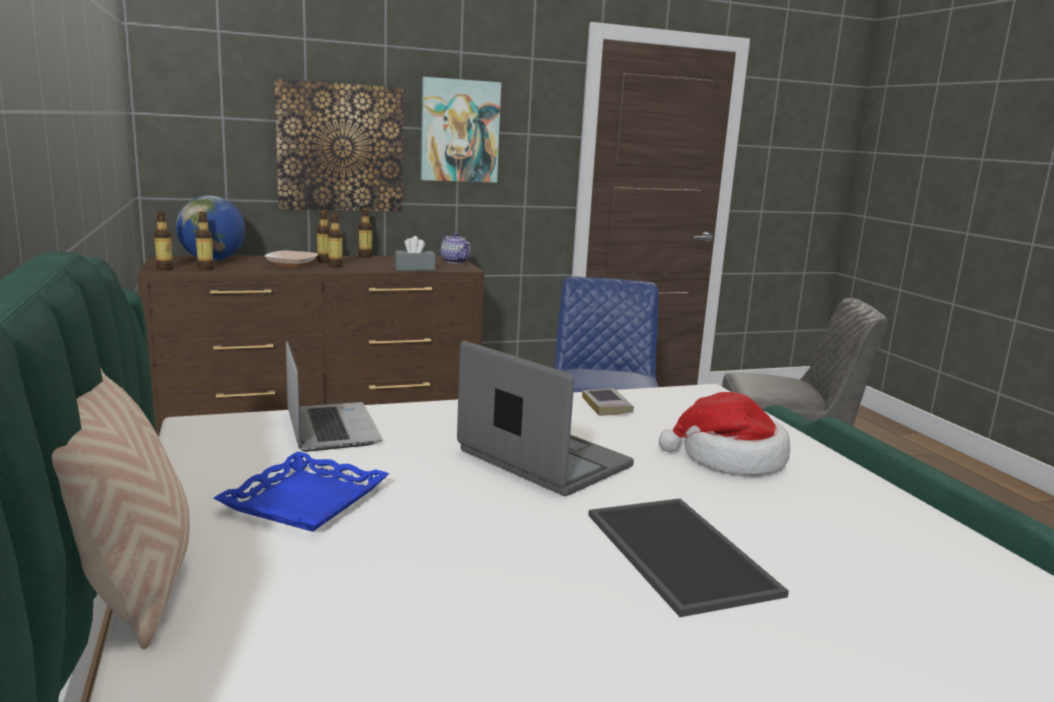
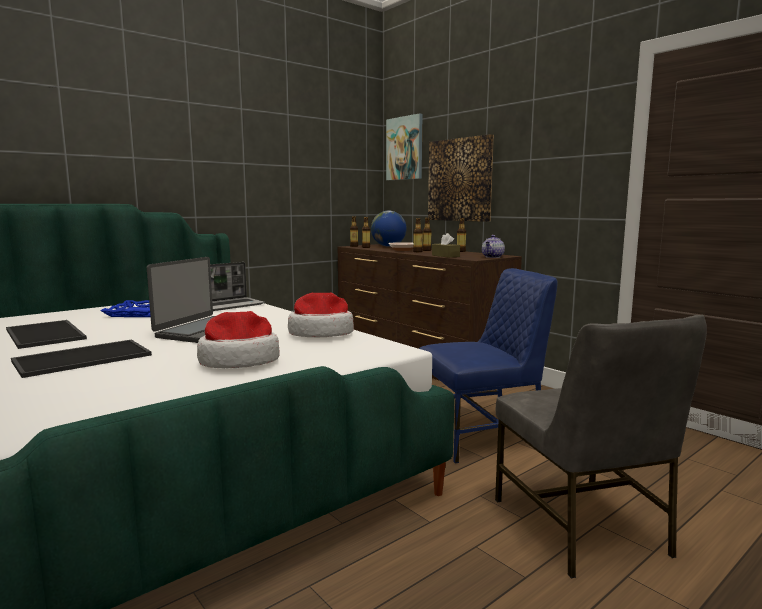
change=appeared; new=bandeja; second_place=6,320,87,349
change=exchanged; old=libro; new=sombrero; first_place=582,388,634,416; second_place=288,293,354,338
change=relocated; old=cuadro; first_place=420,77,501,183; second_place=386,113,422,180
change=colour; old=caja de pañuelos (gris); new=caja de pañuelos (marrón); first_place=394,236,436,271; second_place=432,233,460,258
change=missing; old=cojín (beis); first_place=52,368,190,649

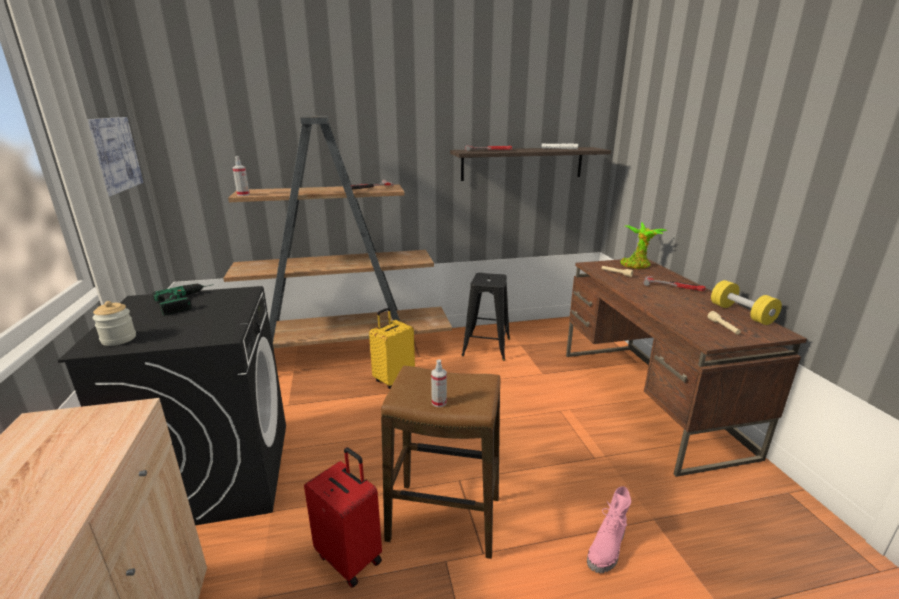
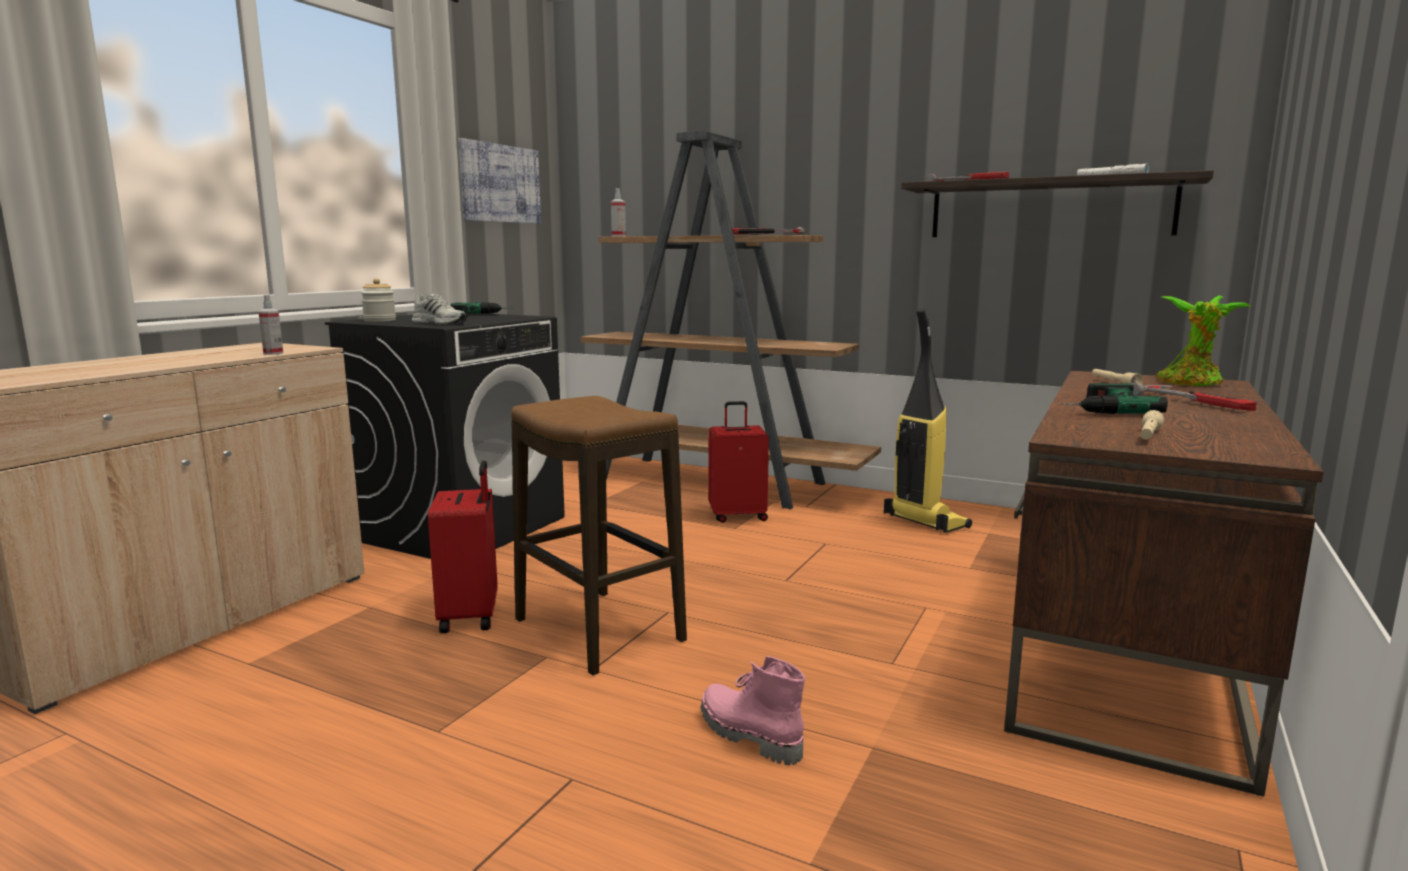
change=relocated; old=pulverizador; first_place=431,359,447,407; second_place=258,295,283,355
change=appeared; new=zapato (blanco); second_place=411,294,466,325
change=spun; old=bota (rosa); first_place=587,486,631,573; second_place=701,656,805,765; degrees=60
change=colour; old=maleta (amarillo); new=maleta (rojo); first_place=369,308,415,389; second_place=708,401,769,523
change=exchanged; old=taburete (negro); new=aspiradora; first_place=461,273,510,361; second_place=884,308,972,533
change=appeared; new=taladro; second_place=1061,383,1168,414
change=missing; old=mancuerna (amarillo); first_place=711,280,782,325

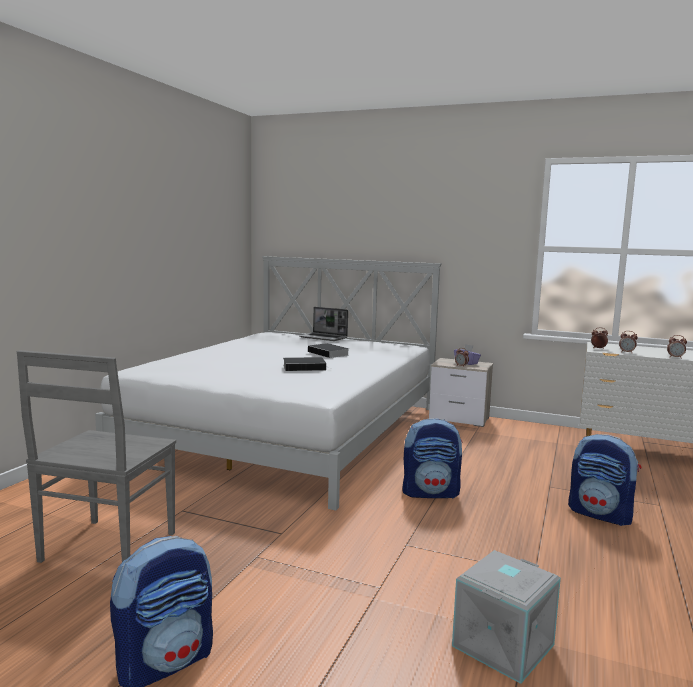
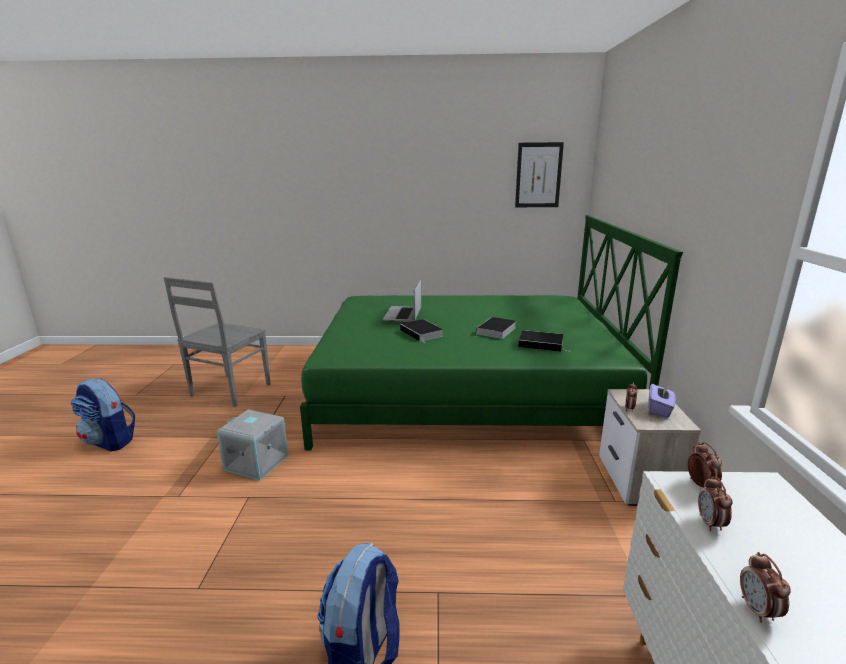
change=spun; old=silla (gris); first_place=17,350,176,563; second_place=164,277,271,407; degrees=-60
change=relocated; old=caja de almacenaje (gris); first_place=452,550,561,684; second_place=217,409,288,481
change=colour; old=cama (blanco); new=cama (verde); first_place=95,256,442,511; second_place=300,215,683,450
change=relocated; old=portátil; first_place=300,307,348,341; second_place=382,279,421,323
change=appeared; new=cuadro; second_place=515,142,564,207
change=appeared; new=libro; second_place=518,330,569,352
change=missing; old=mochila; first_place=402,418,463,498

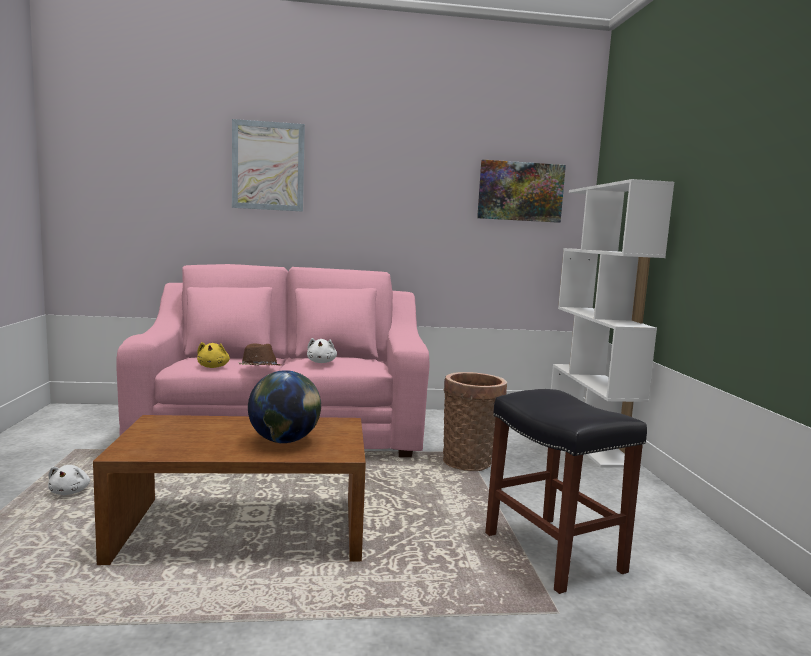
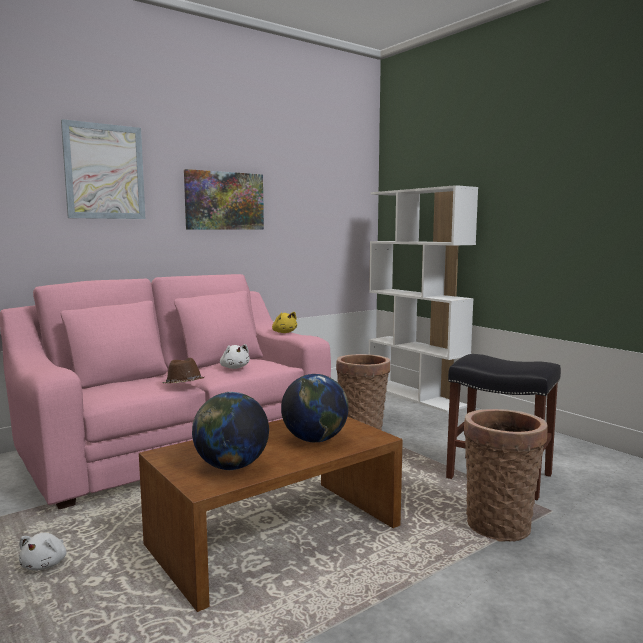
change=spun; old=peluche (blanco); first_place=48,465,90,495; second_place=19,533,66,571; degrees=45
change=relocated; old=cuadro; first_place=477,159,566,223; second_place=184,169,264,230
change=appeared; new=globo terráqueo; second_place=192,392,269,470
change=relocated; old=peluche (amarillo); first_place=197,342,230,368; second_place=272,312,297,333
change=appeared; new=cesta; second_place=464,409,548,542

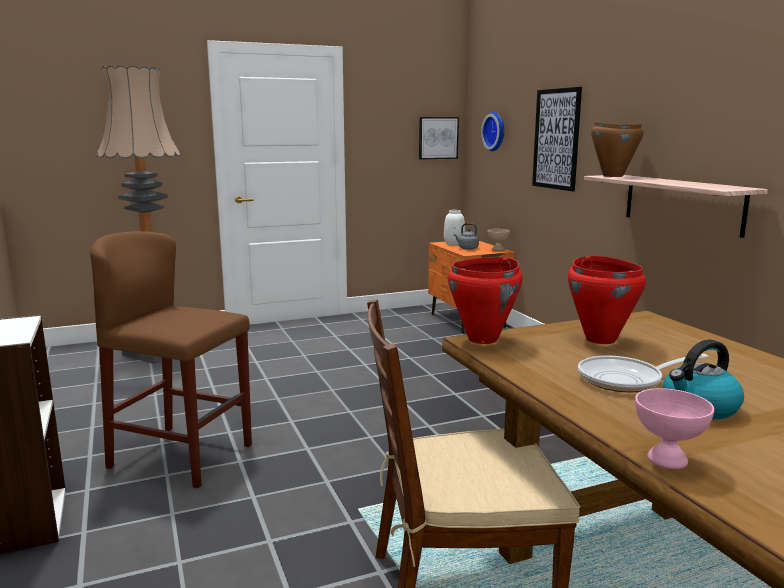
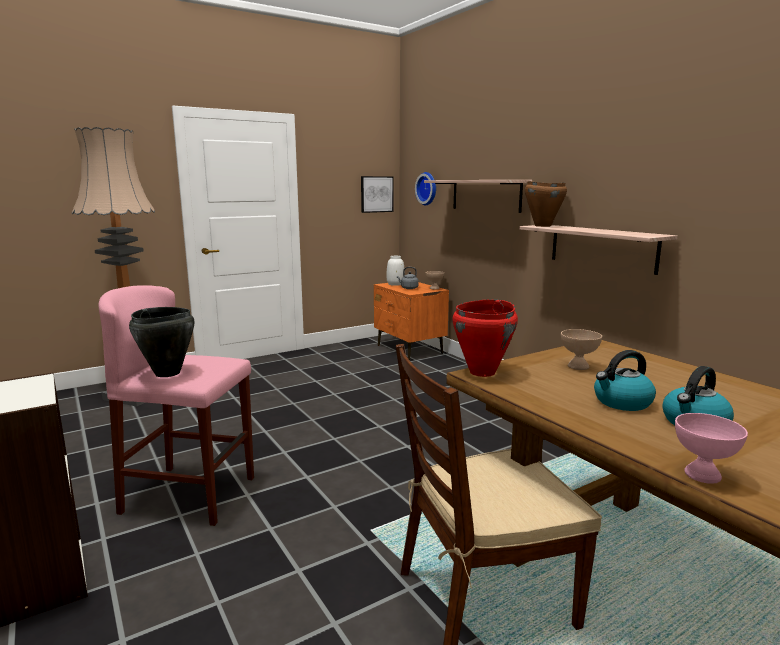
change=colour; old=taburete (marrón); new=taburete (rosa); first_place=90,231,252,489; second_place=99,285,254,526
change=appeared; new=olla (negro); second_place=129,307,195,377
change=exchanged; old=cuadro; new=estante; first_place=532,87,582,191; second_place=424,180,532,213
change=exchanged; old=olla (rojo); new=cuenco (beis); first_place=568,256,646,344; second_place=561,329,602,370
change=exchanged; old=sartén; new=hervidor; first_place=578,354,708,392; second_place=594,350,656,411

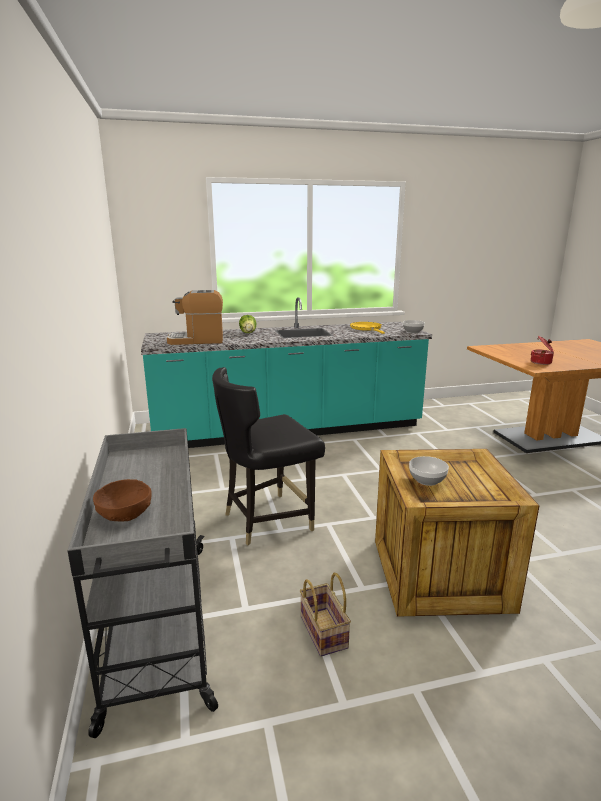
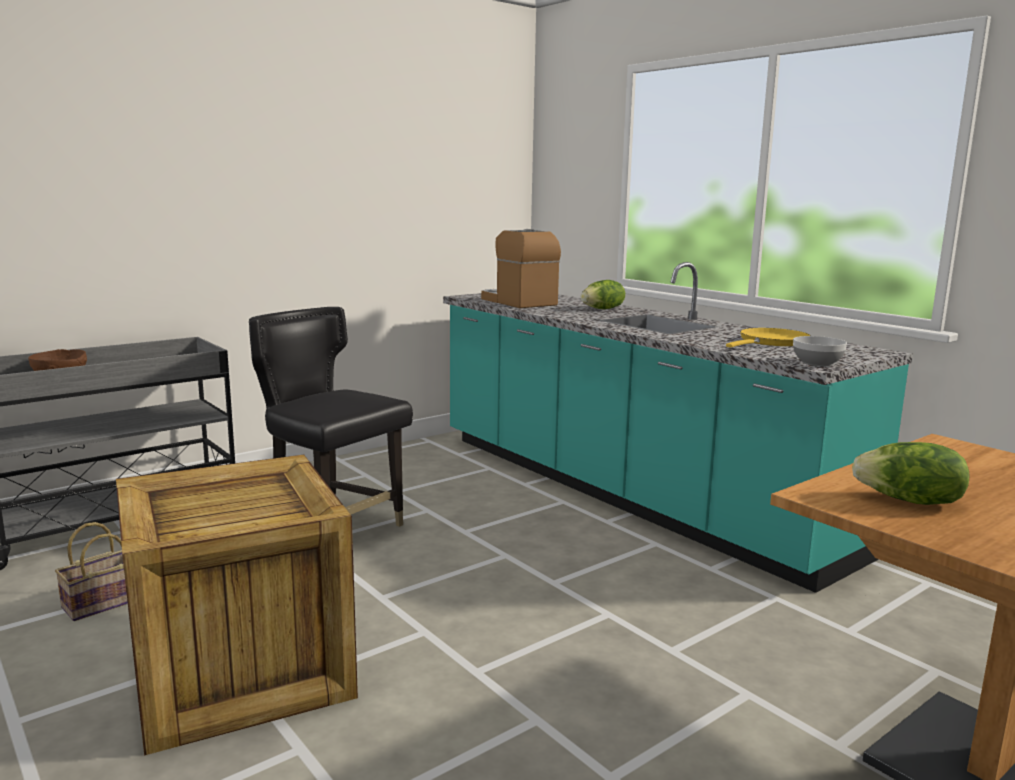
change=exchanged; old=olla; new=lechuga; first_place=531,336,554,365; second_place=852,442,969,505
change=missing; old=cuenco; first_place=409,456,449,486

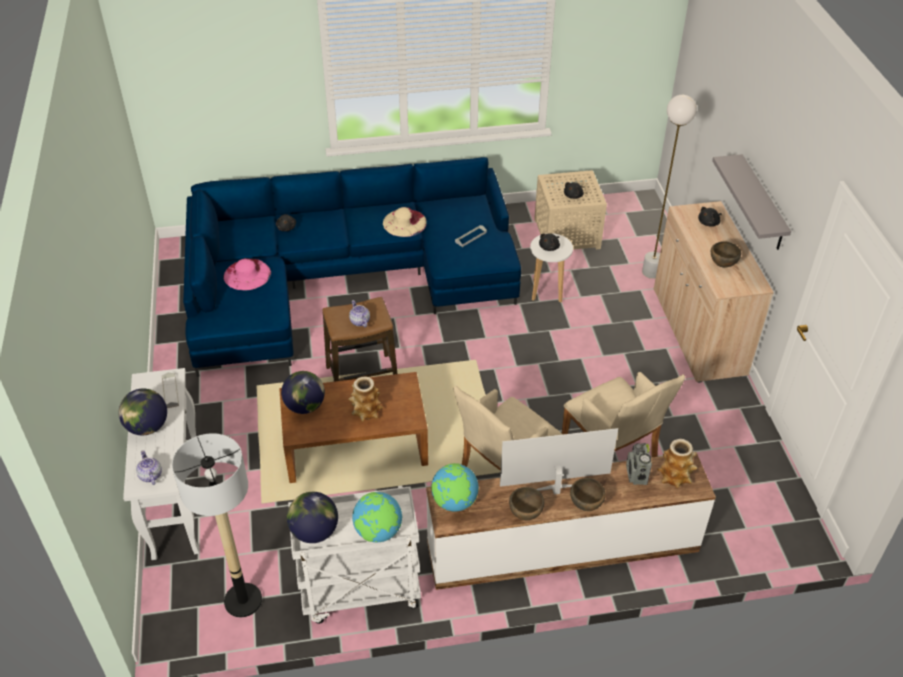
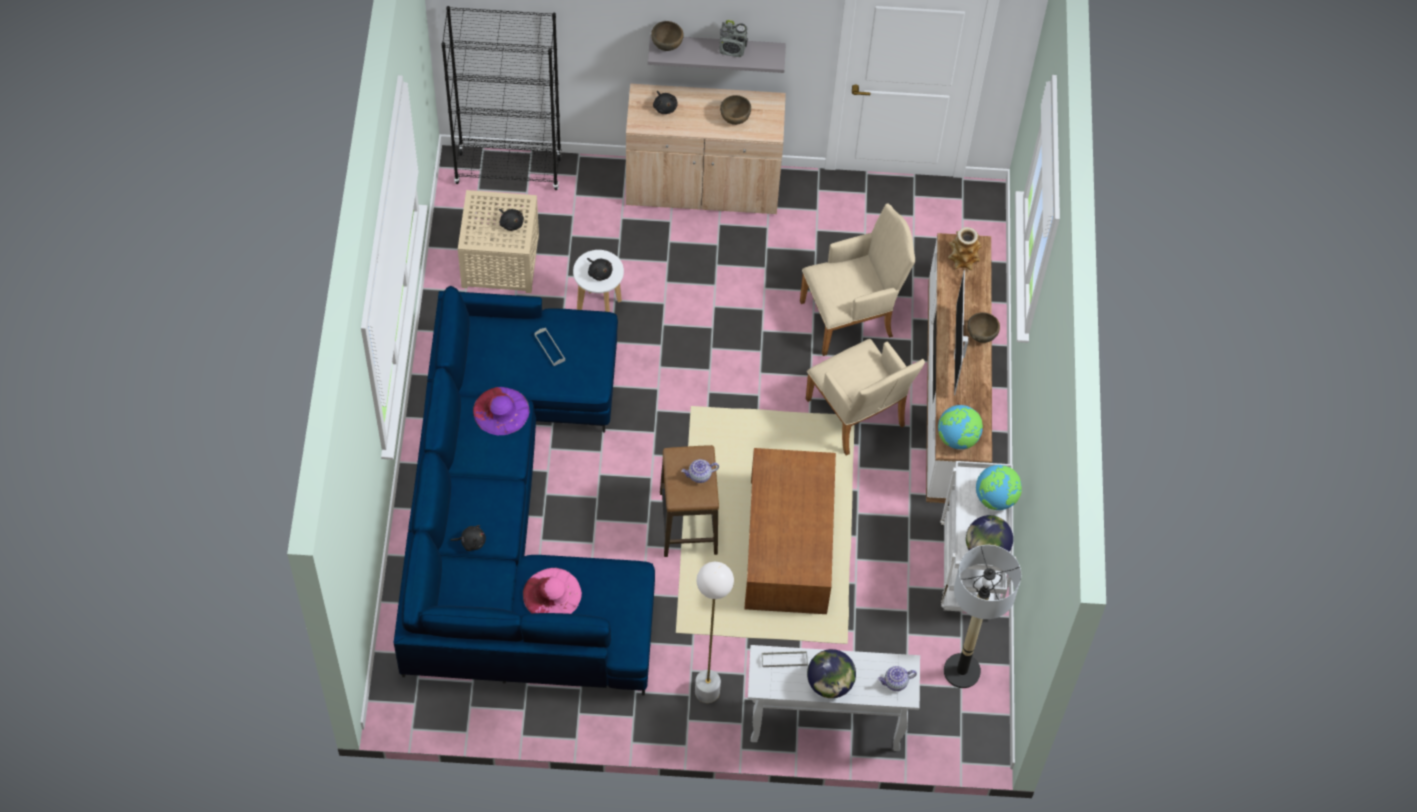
change=appeared; new=estantería (negro); second_place=441,6,562,190
change=colour; old=sombrero (beis); new=sombrero (morado); first_place=383,207,427,237; second_place=473,387,529,436
change=relocated; old=cuenco (marrón); first_place=509,487,544,520; second_place=651,21,684,51
change=relocated; old=lámpara de pie (blanco); first_place=642,95,697,279; second_place=695,562,734,703
change=relocated; old=radio; first_place=626,443,652,485; second_place=719,20,748,57
change=missing; old=globo terráqueo; first_place=281,371,325,414
change=missing; old=florero; first_place=348,377,383,422

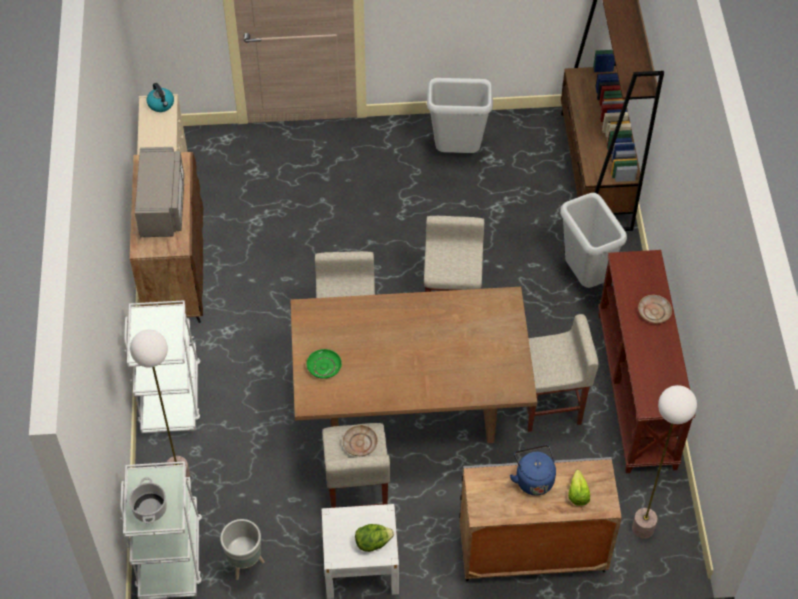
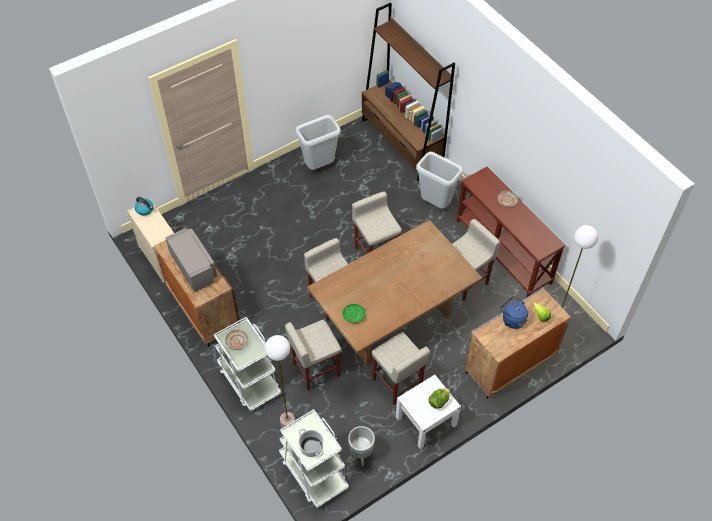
change=relocated; old=plato (beis); first_place=343,425,378,456; second_place=225,330,248,350
change=appeared; new=taburete (beis); second_place=285,320,342,391

